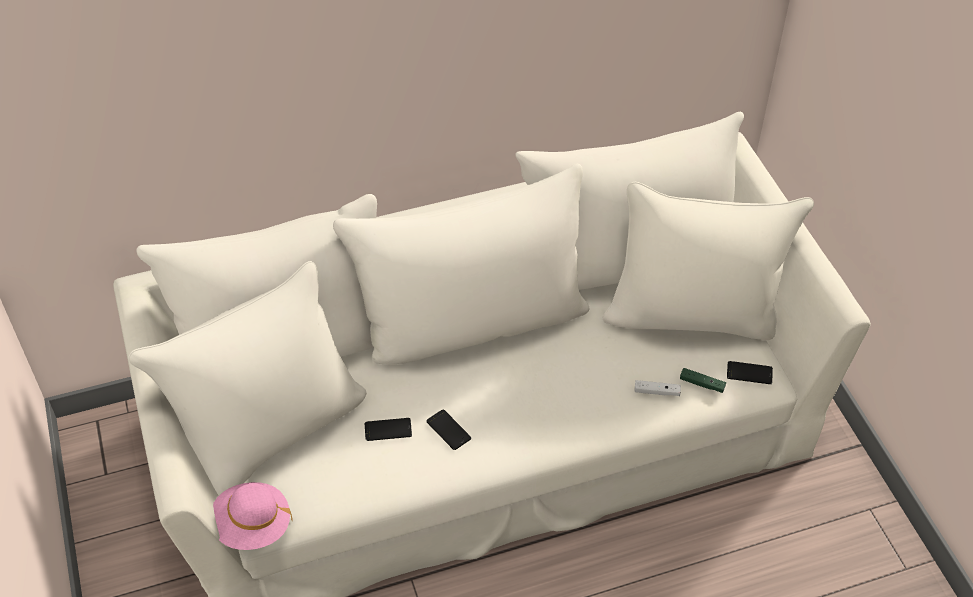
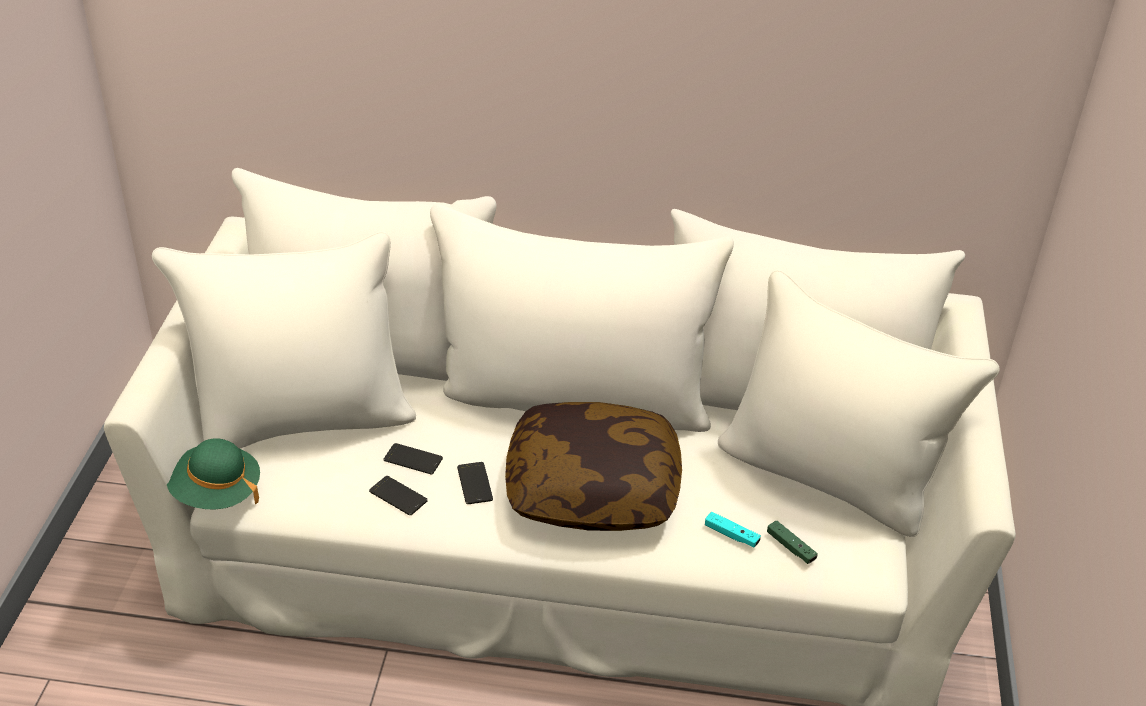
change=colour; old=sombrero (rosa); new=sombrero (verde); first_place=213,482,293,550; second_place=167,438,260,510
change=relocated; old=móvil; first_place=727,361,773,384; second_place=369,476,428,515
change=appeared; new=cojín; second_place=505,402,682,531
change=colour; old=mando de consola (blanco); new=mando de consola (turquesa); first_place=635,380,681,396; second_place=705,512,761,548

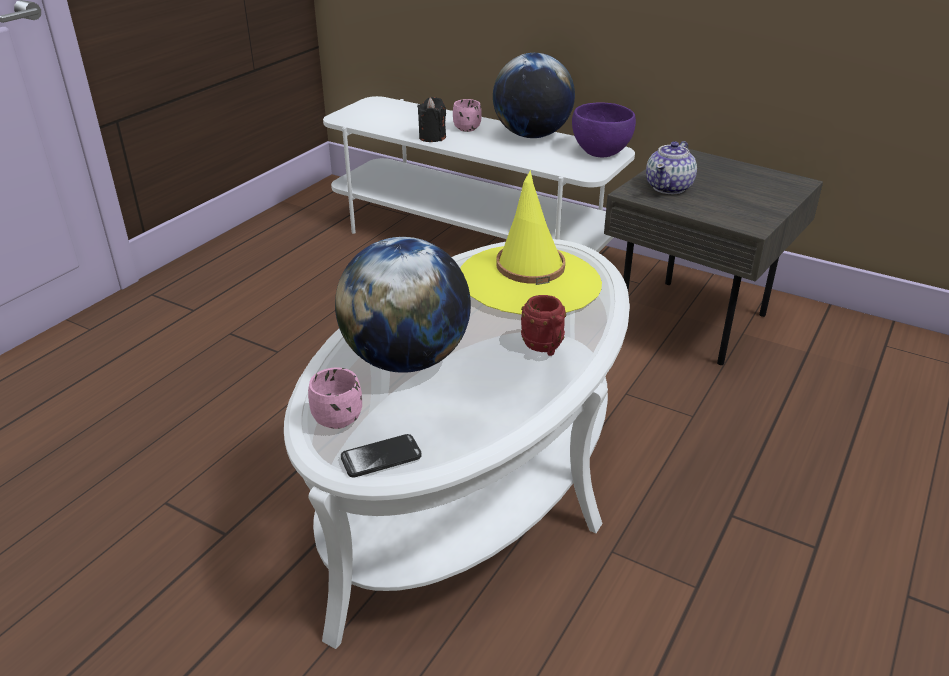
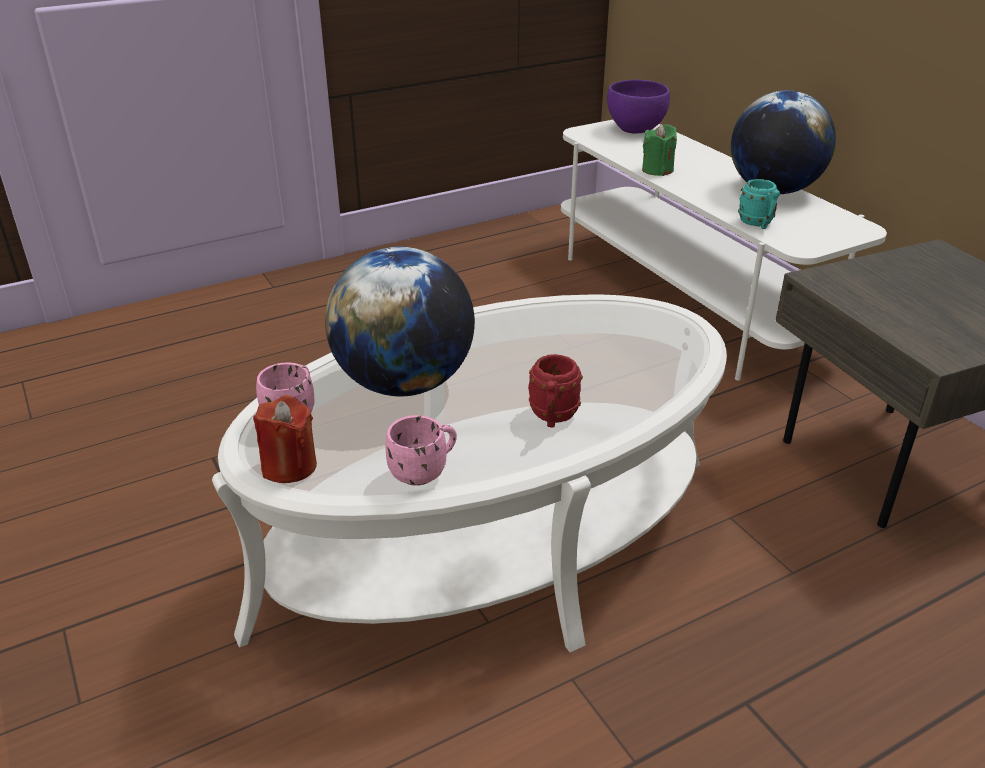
change=exchanged; old=móvil; new=vela (rojo); first_place=341,434,421,477; second_place=253,395,317,483
change=relocated; old=taza grande (rosa); first_place=453,99,482,132; second_place=385,415,457,486
change=relocated; old=cuenco (morado); first_place=572,103,636,157; second_place=607,80,670,133
change=colour; old=vela (negro); new=vela (verde); first_place=417,97,446,142; second_place=642,124,677,176
change=appeared; new=taza grande (turquesa); second_place=738,179,780,229
change=missing; old=sombrero (amarillo); first_place=460,170,602,315
change=missing; old=tetera; first_place=646,141,697,194

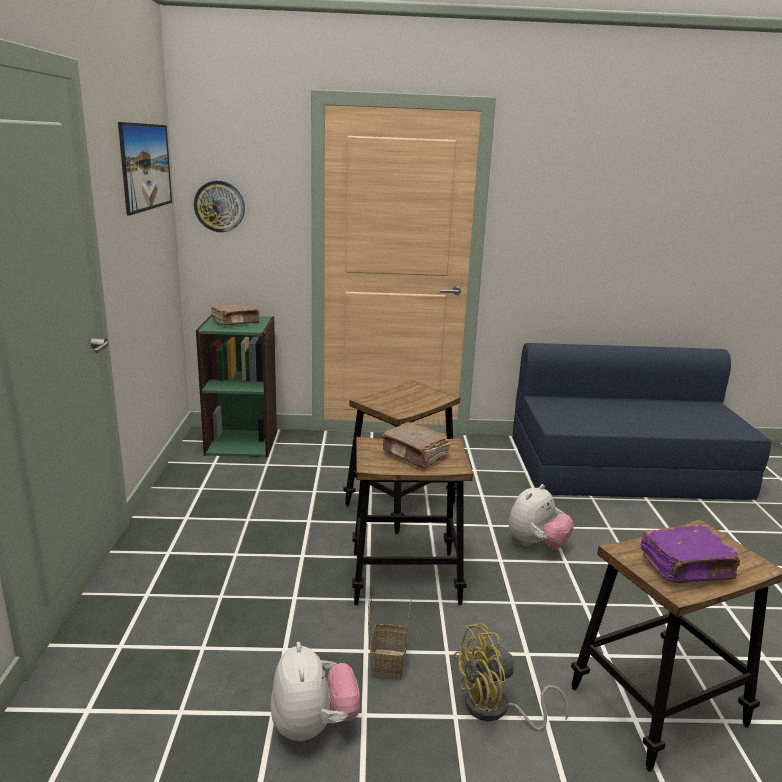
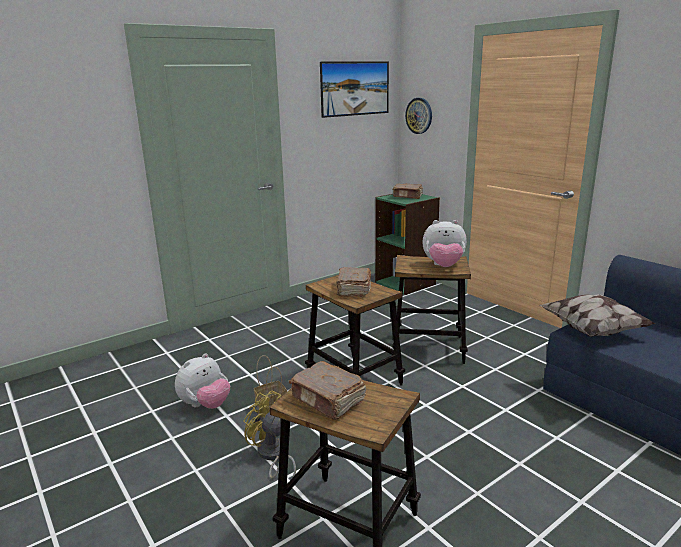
change=colour; old=libro (morado); new=libro (marrón); first_place=640,525,740,583; second_place=289,361,366,420
change=relocated; old=peluche; first_place=508,484,574,549; second_place=422,220,467,267
change=appeared; new=cojín; second_place=540,294,655,337

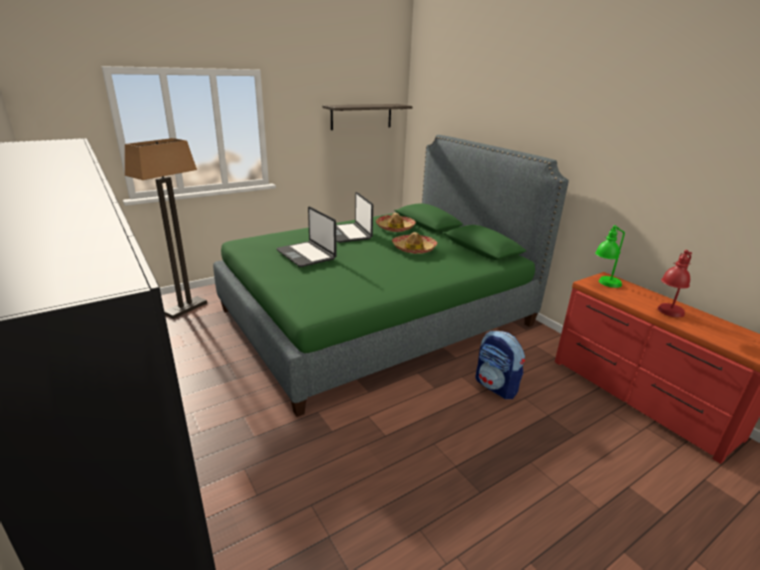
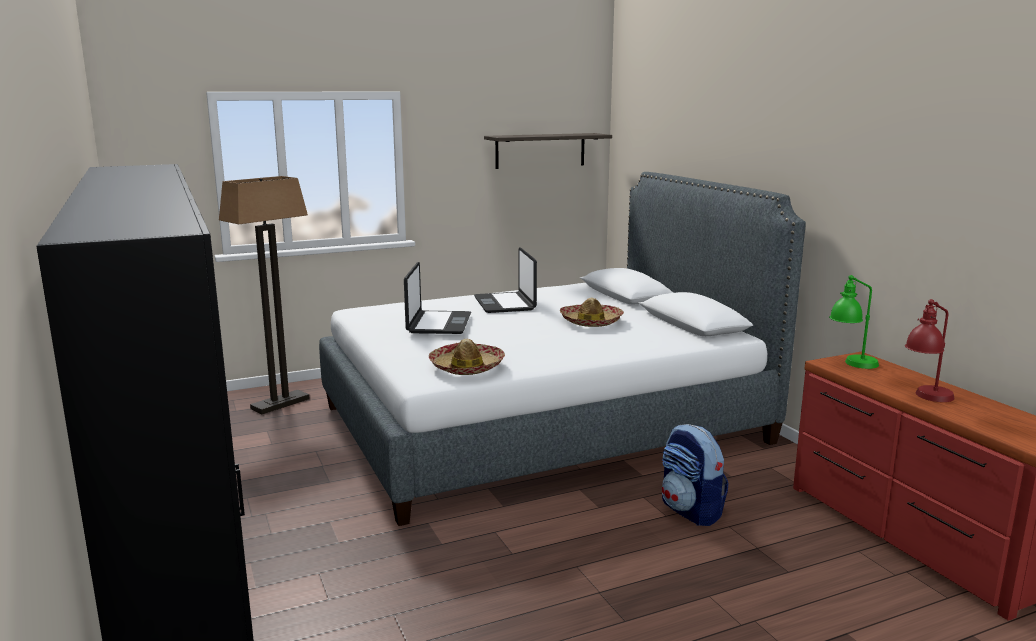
change=colour; old=cama (verde); new=cama (blanco); first_place=213,135,569,417; second_place=319,172,806,526
change=spun; old=portátil; first_place=276,206,337,267; second_place=404,262,471,334; degrees=-150
change=relocated; old=sombrero; first_place=376,213,416,232; second_place=429,339,505,375

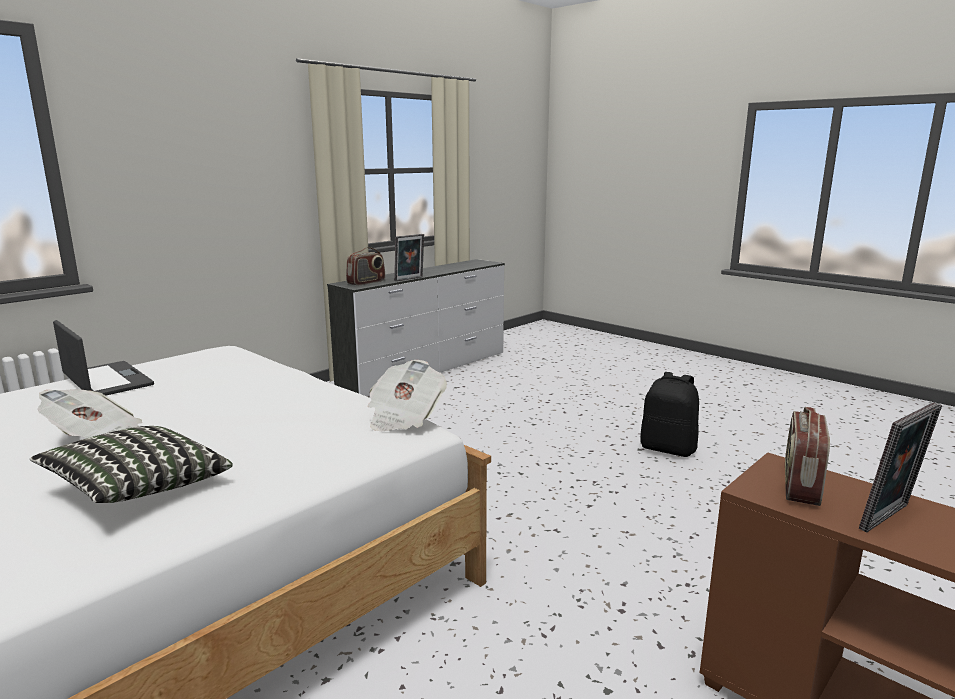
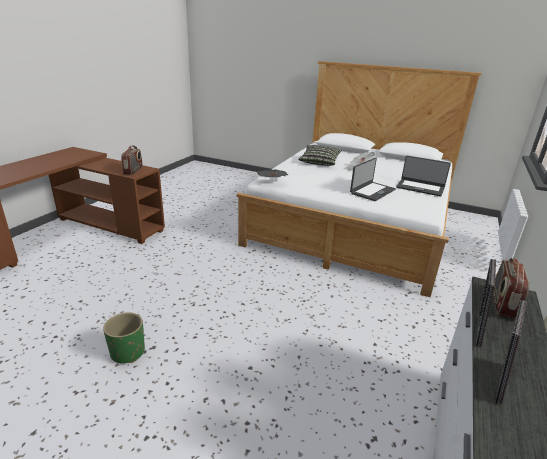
change=exchanged; old=mochila (negro); new=maceta (verde); first_place=640,372,699,457; second_place=103,312,145,363
change=appeared; new=portátil; second_place=350,158,396,201
change=relocated; old=portarretratos; first_place=859,402,942,532; second_place=495,300,527,405

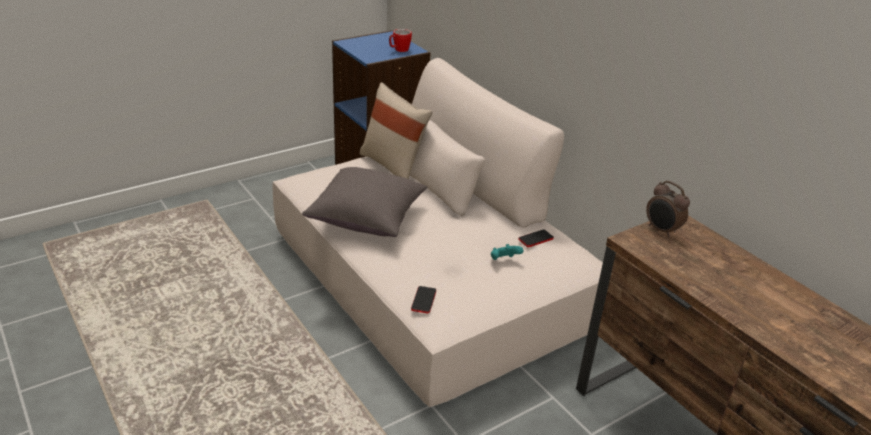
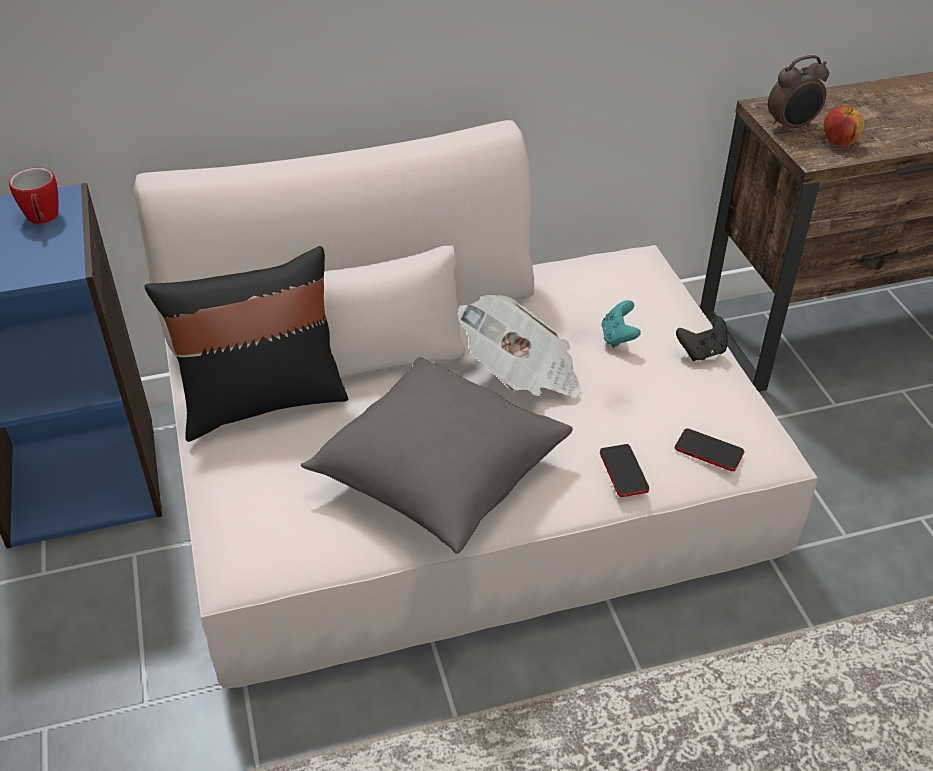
change=colour; old=cojín (beis); new=cojín (negro); first_place=360,82,432,179; second_place=144,246,348,442
change=appeared; new=periódico; second_place=458,295,582,397
change=relocated; old=móvil; first_place=518,230,554,247; second_place=600,444,649,497
change=appeared; new=mando de consola (negro); second_place=676,316,728,361
change=appeared; new=manzana; second_place=824,106,864,146

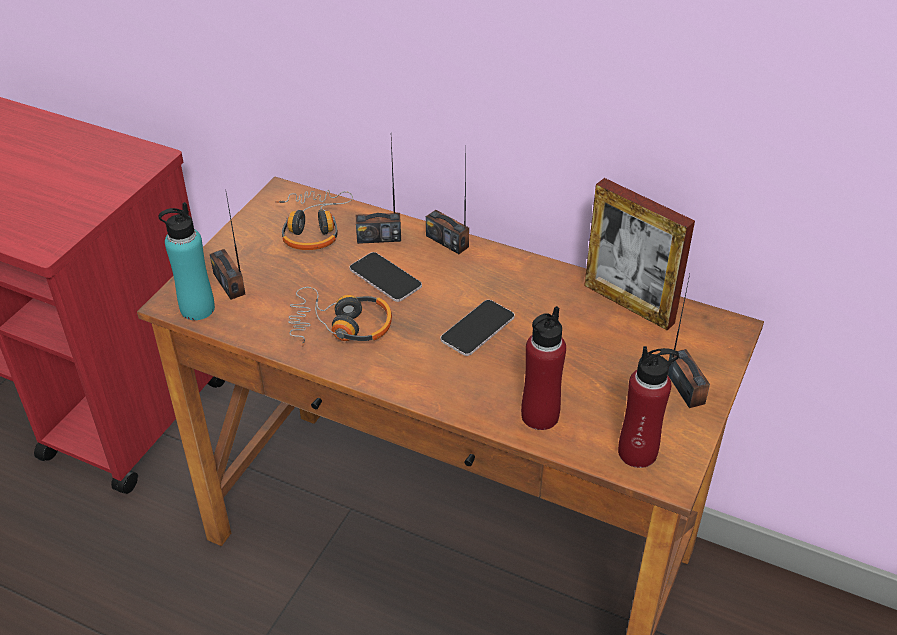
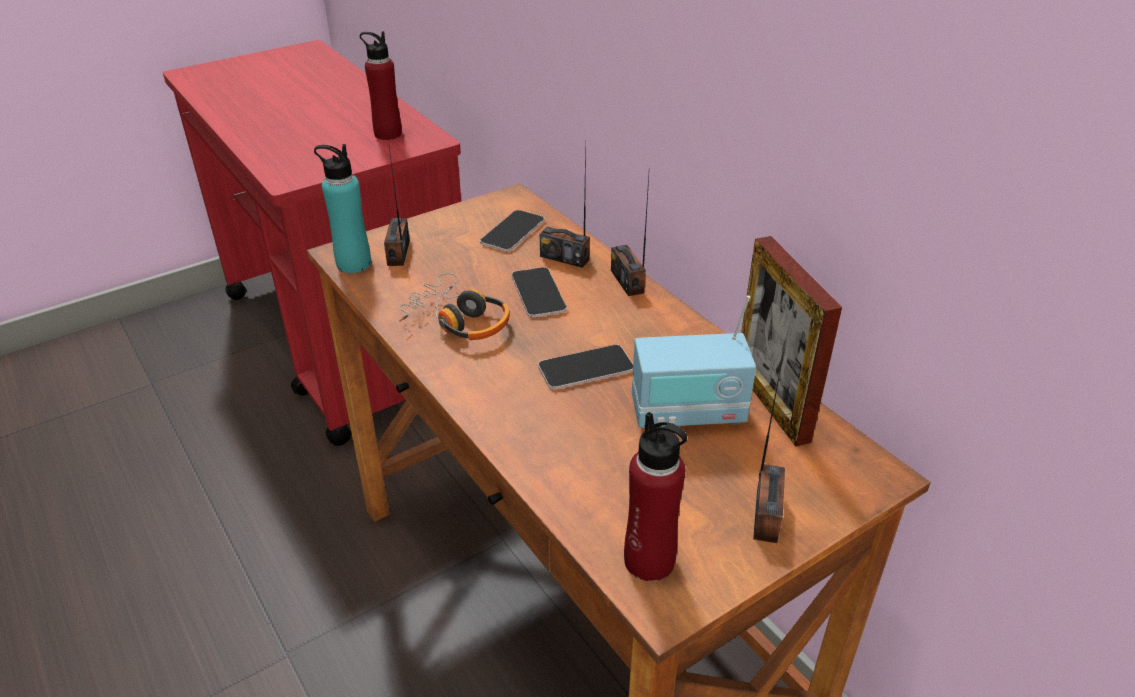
change=relocated; old=botella (rojo); first_place=521,306,566,430; second_place=360,31,402,140
change=exchanged; old=auriculares; new=móvil; first_place=275,190,353,250; second_place=480,210,544,252
change=appeared; new=radio; second_place=632,295,756,428

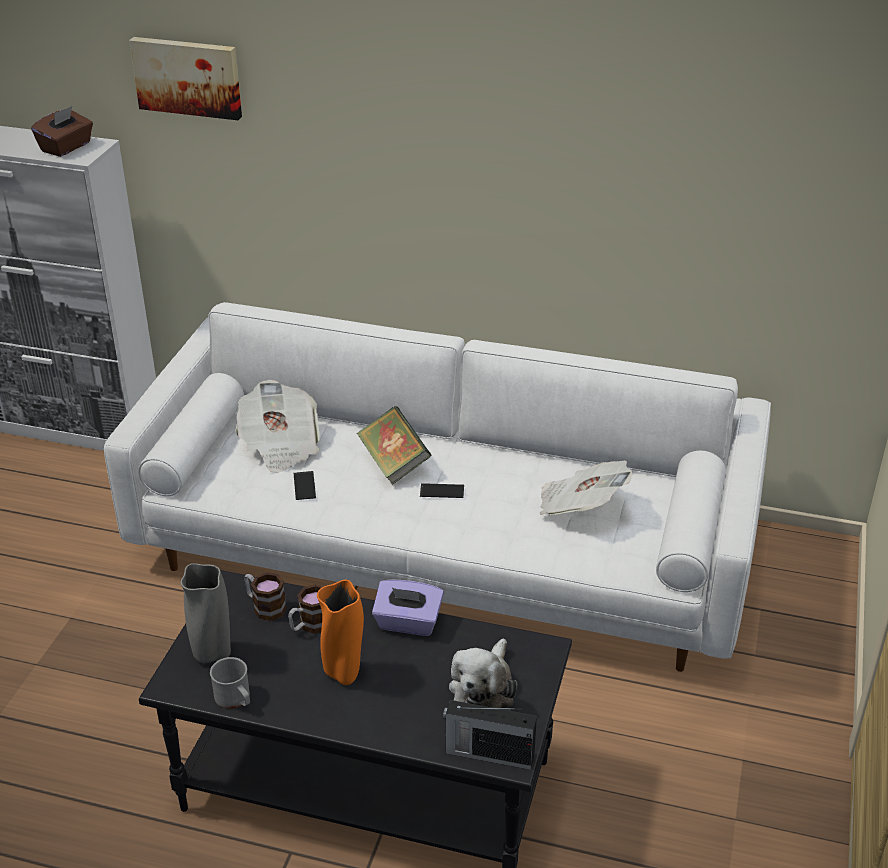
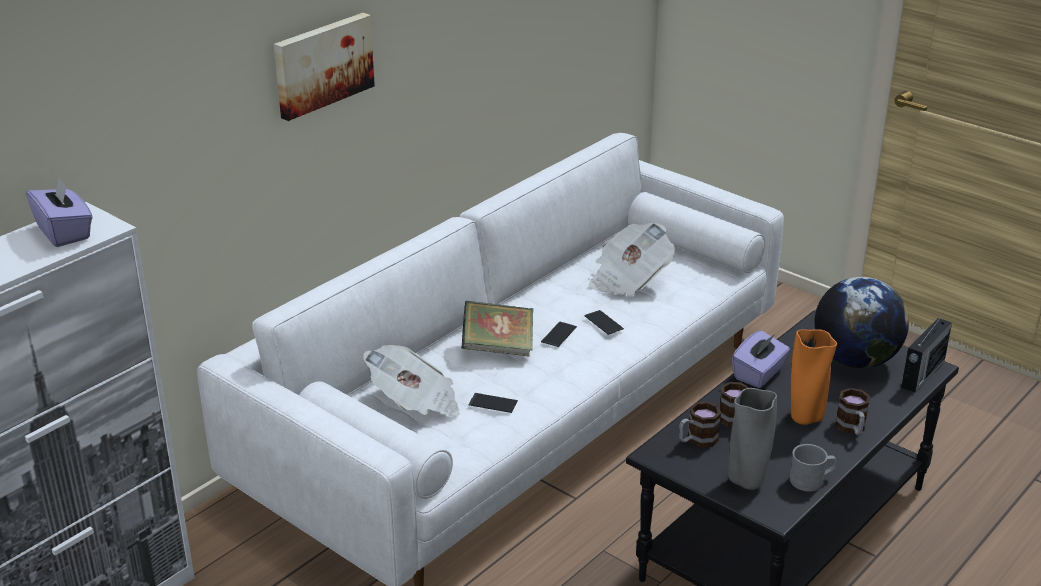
change=colour; old=caja de pañuelos (marrón); new=caja de pañuelos (morado); first_place=31,106,93,157; second_place=26,177,93,247
change=relocated; old=cuadro; first_place=129,37,242,120; second_place=274,13,375,121
change=appeared; new=móvil; second_place=584,310,624,335
change=exchanged; old=peluche; new=globo terráqueo; first_place=449,639,518,708; second_place=814,277,909,368
change=appeared; new=taza grande; second_place=835,388,870,436

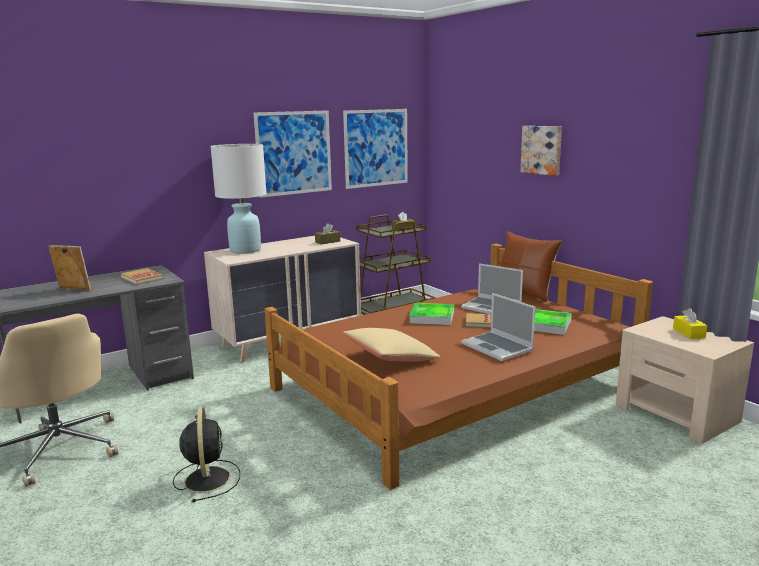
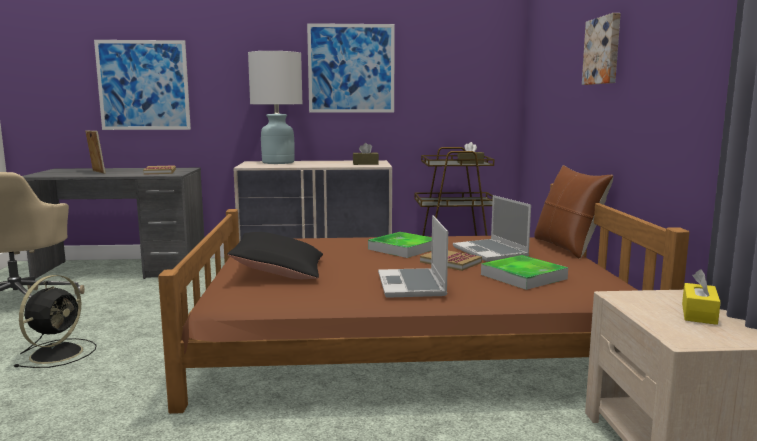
change=relocated; old=cuadro; first_place=343,109,408,189; second_place=94,40,191,130
change=colour; old=cojín (beis); new=cojín (negro); first_place=343,328,440,362; second_place=227,232,323,279

